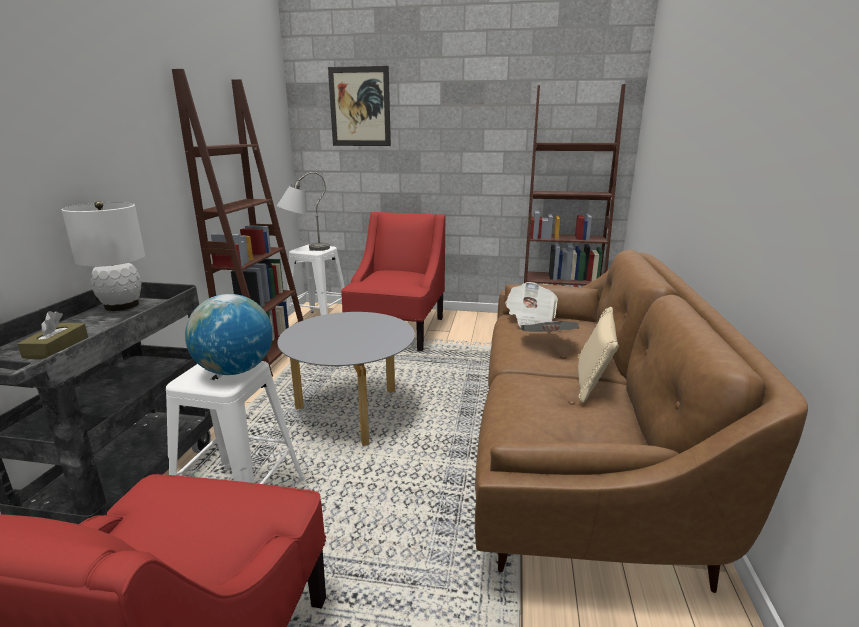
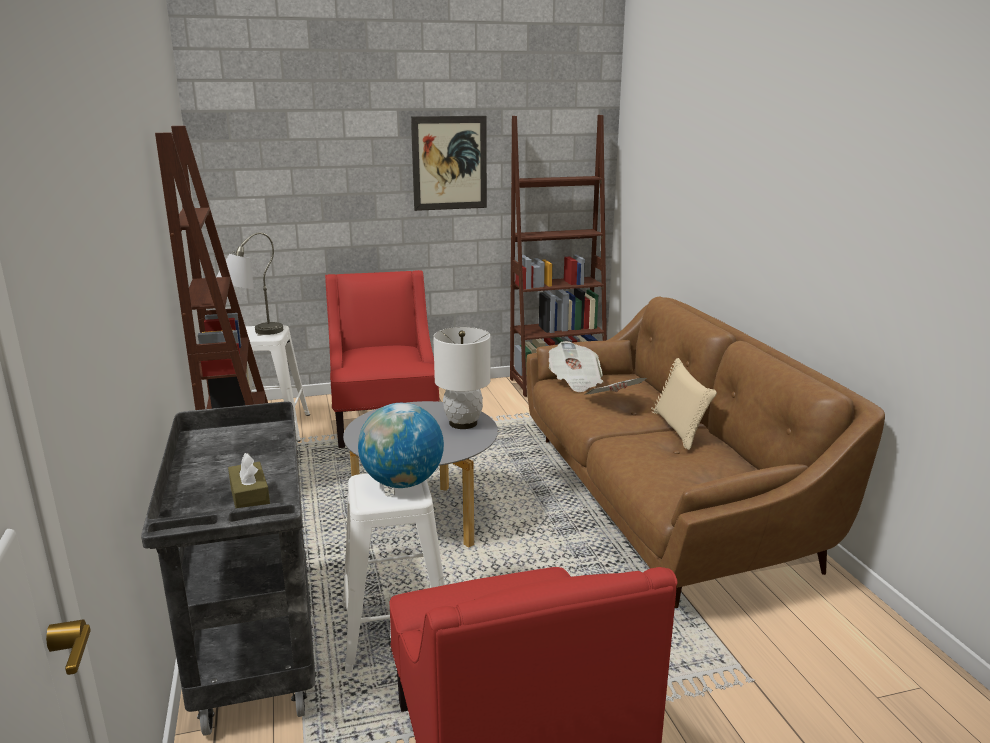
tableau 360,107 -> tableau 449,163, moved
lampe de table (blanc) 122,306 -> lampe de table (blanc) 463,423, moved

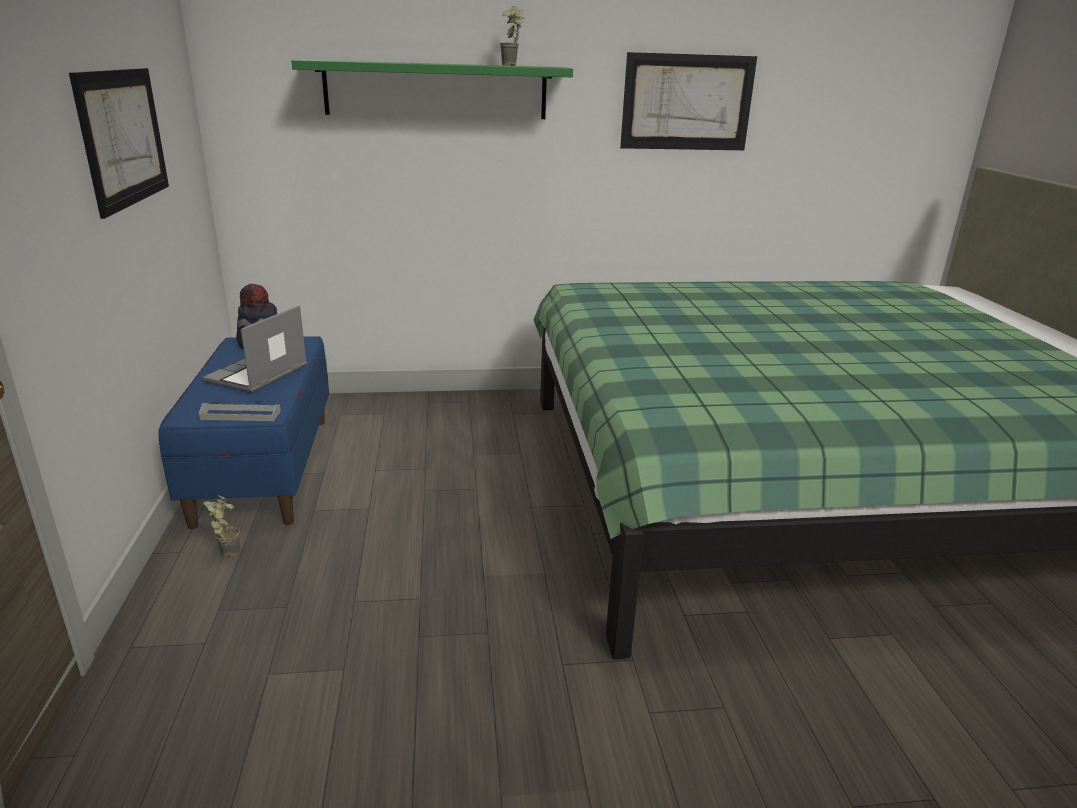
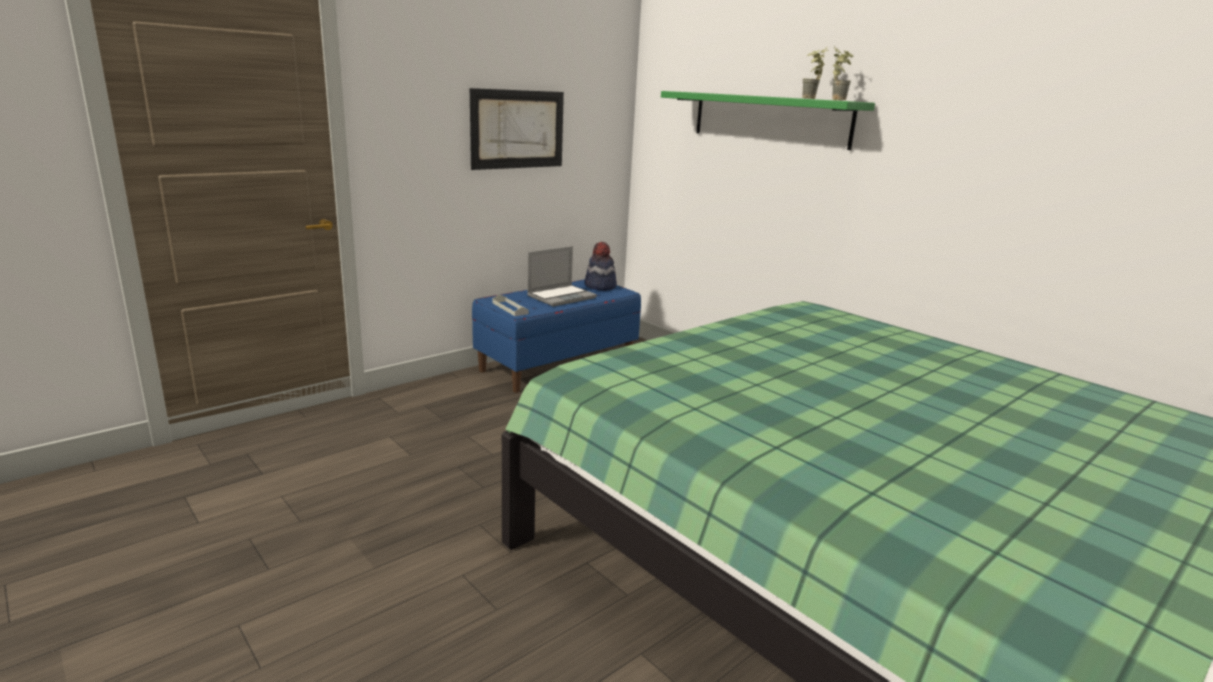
ordinateur portable 257,374 -> ordinateur portable 561,297, 150 degrees clockwise
plante en pot 227,551 -> plante en pot 837,100, moved
tableau 687,102 -> none

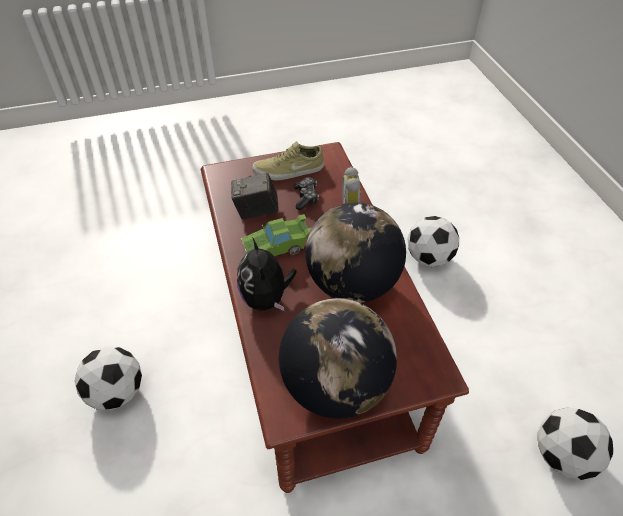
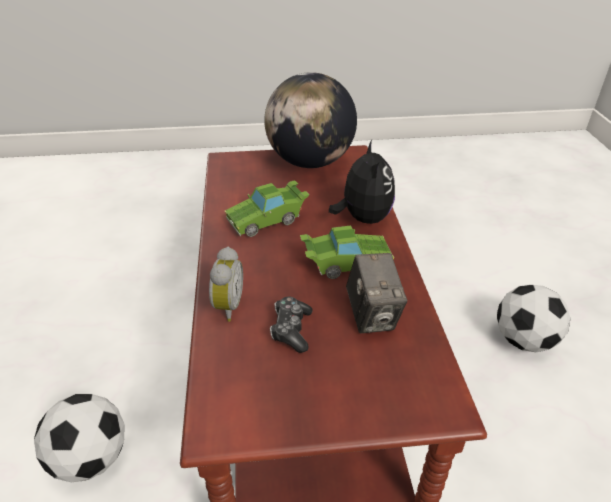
globe 352,284 -> petite voiture (vert) 268,220
appareil photo 256,212 -> appareil photo 372,315, 75 degrees clockwise
chaussure (beige) 288,171 -> none
ballon de foot 562,455 -> none

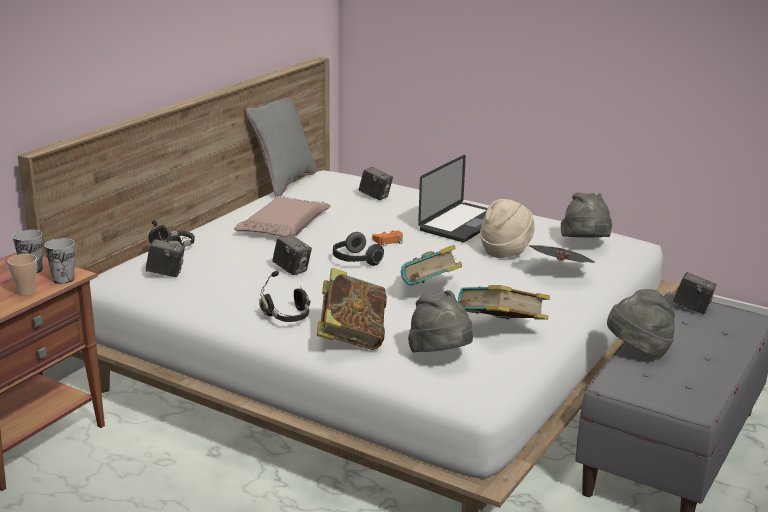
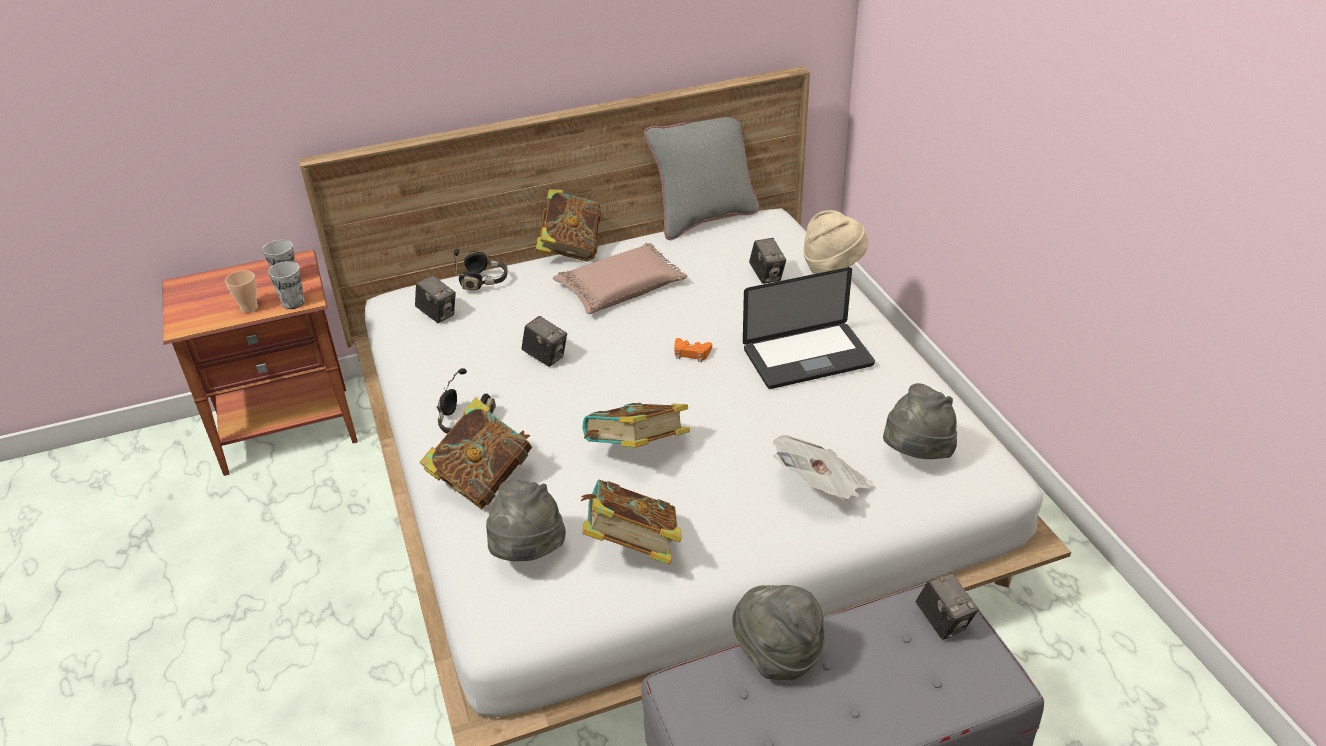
appareil photo 292,270 -> appareil photo 546,357, 45 degrees counterclockwise
none -> livre 570,249
chapeau (beige) 506,251 -> chapeau (beige) 832,267, moved
casque audio 355,261 -> none

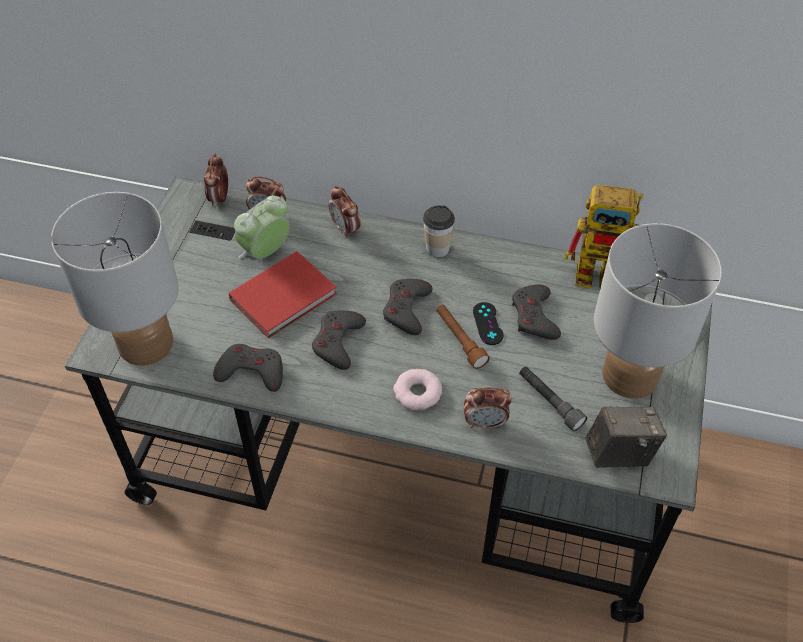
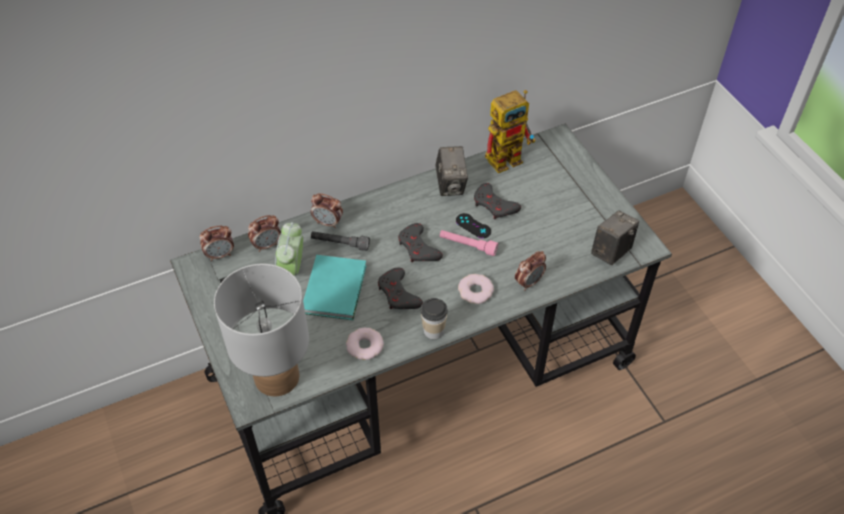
réveil 219,198 -> réveil 220,255, 75 degrees counterclockwise
livre (rouge) 286,296 -> livre (turquoise) 336,288
lampe de poche (gris) 549,402 -> lampe de poche (gris) 340,244, moved
manette (gris) 251,371 -> beignet 364,346
tasse 437,248 -> tasse 433,331, moved
none -> appareil photo 451,185
lampe de poche (marron) 460,340 -> lampe de poche (rose) 467,246
lampe de table (gris) 630,376 -> none

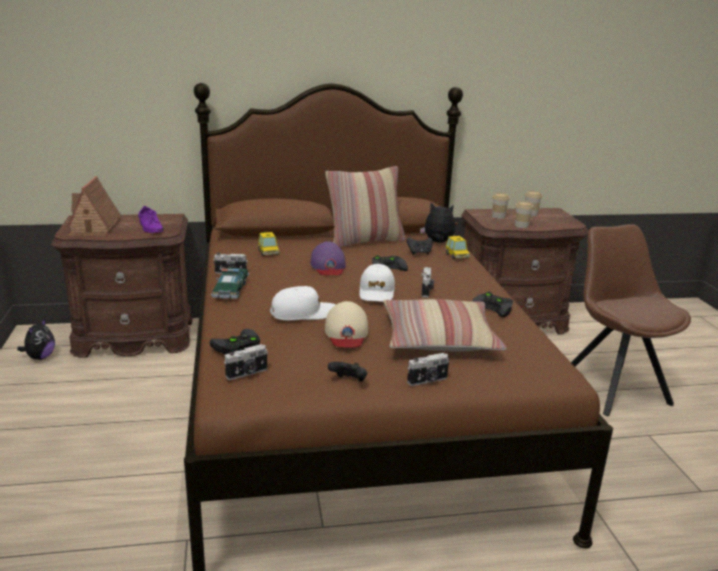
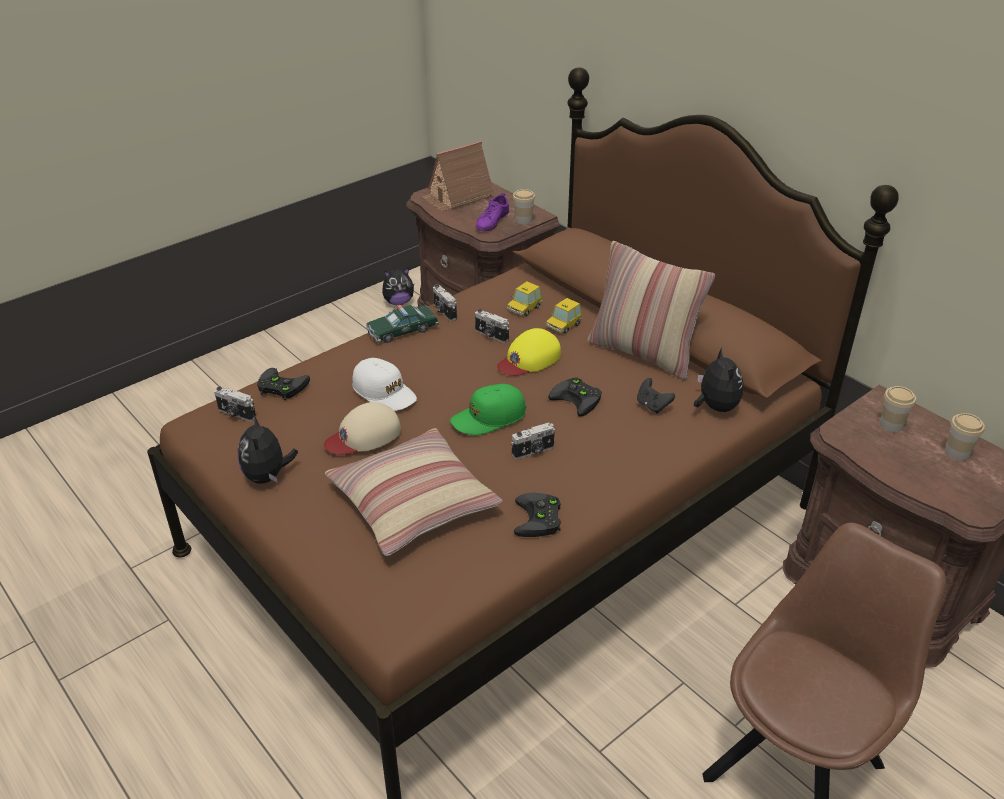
manette (noir) 348,381 -> peluche 268,476
casquette (blanc) 377,292 -> casquette (vert) 489,417
appareil photo 428,381 -> appareil photo 491,335, moved
casquette (violet) 328,266 -> casquette (jaune) 529,359
tasse 521,226 -> tasse 523,220, moved
petite voiture 457,256 -> petite voiture 563,325, moved

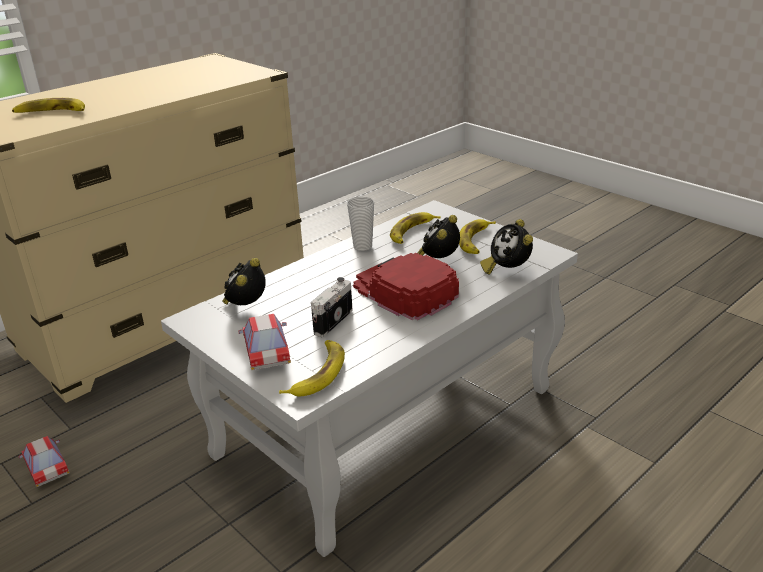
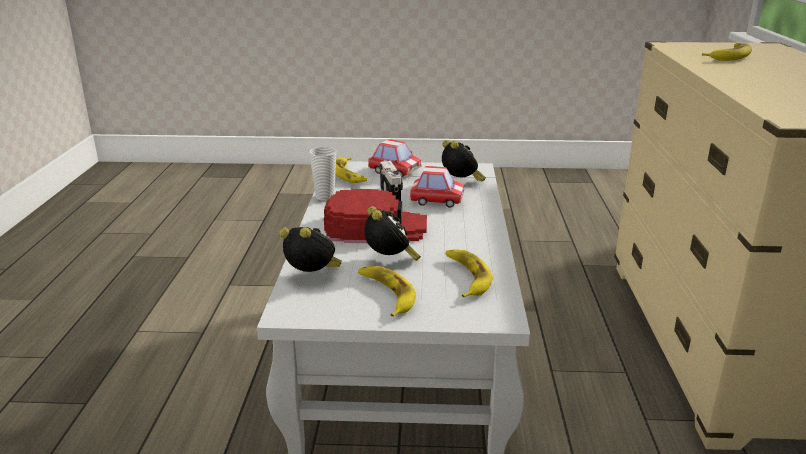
tasse 362,246 -> tasse 325,197, moved
petite voiture 47,469 -> petite voiture 437,200, moved

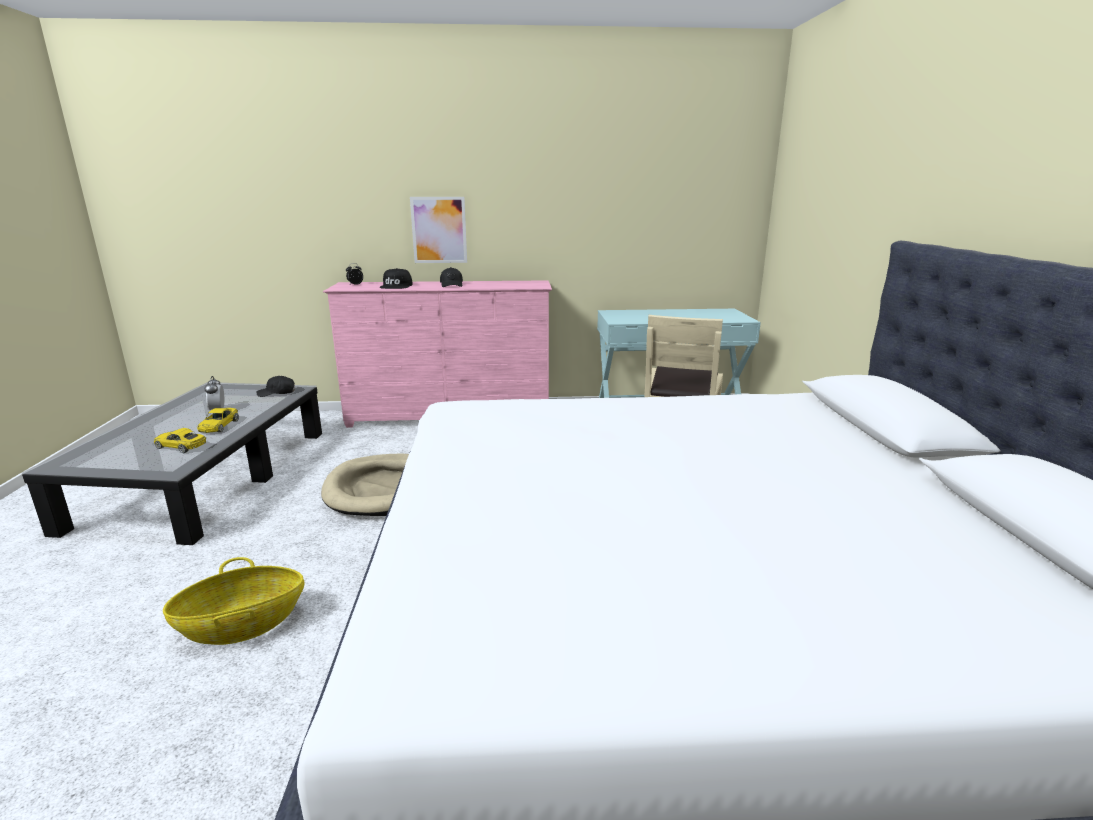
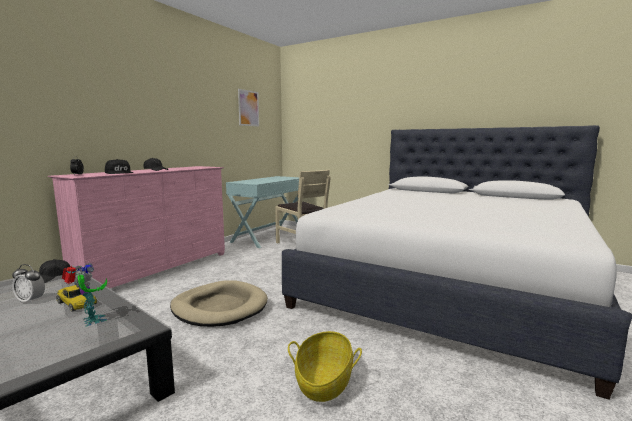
petite voiture (jaune) 181,446 -> robot jouet 91,321
tableau 439,230 -> tableau 248,108, moved

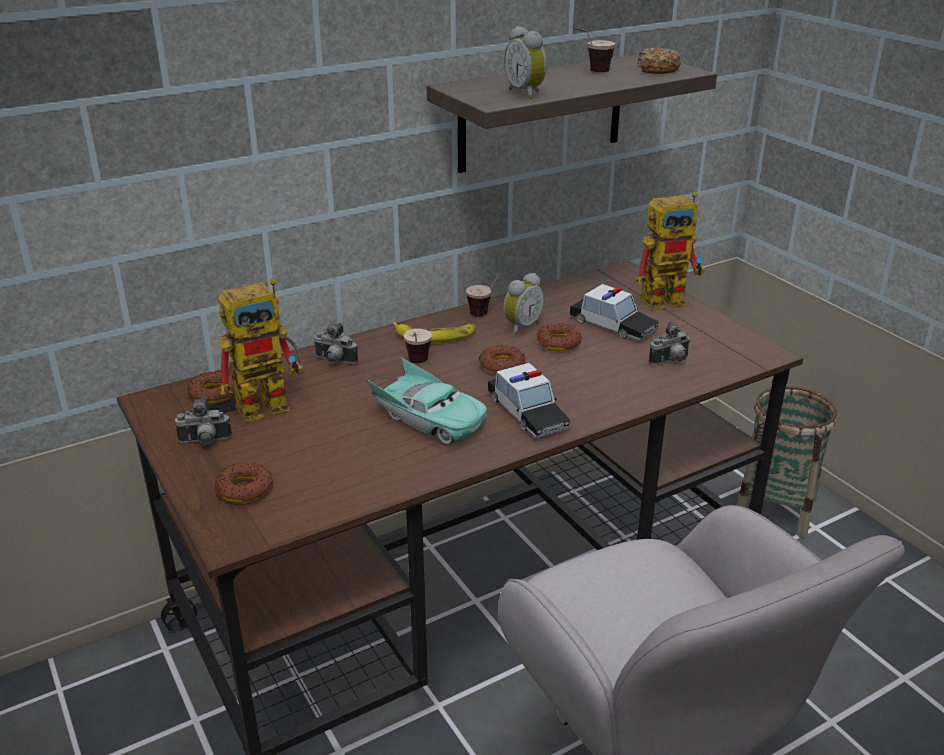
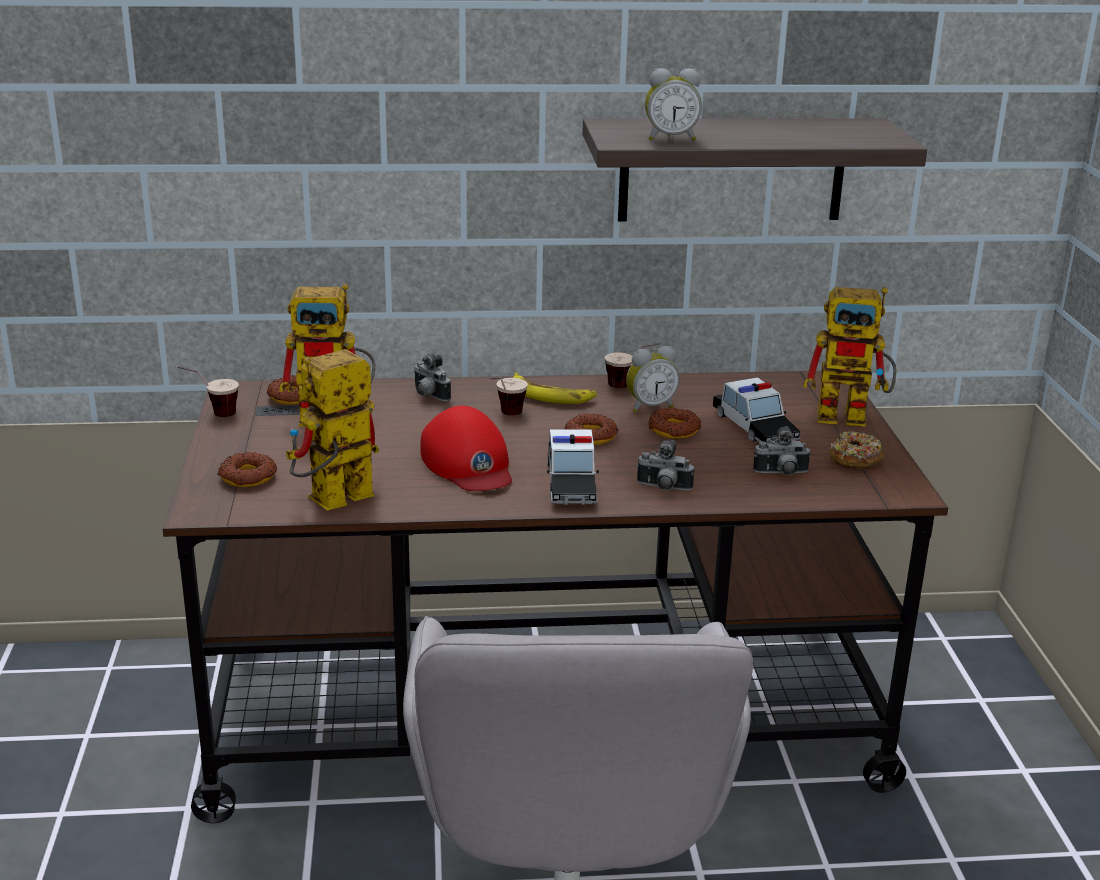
tasse 590,72 -> tasse 211,414, moved
none -> robot jouet 332,503
petite voiture (turquoise) 428,418 -> casquette (rouge) 468,463
appareil photo 204,442 -> appareil photo 663,488, moved
réveil 527,93 -> réveil 670,138, 90 degrees counterclockwise
beignet 657,69 -> beignet 854,459, moved
panier 775,509 -> none

